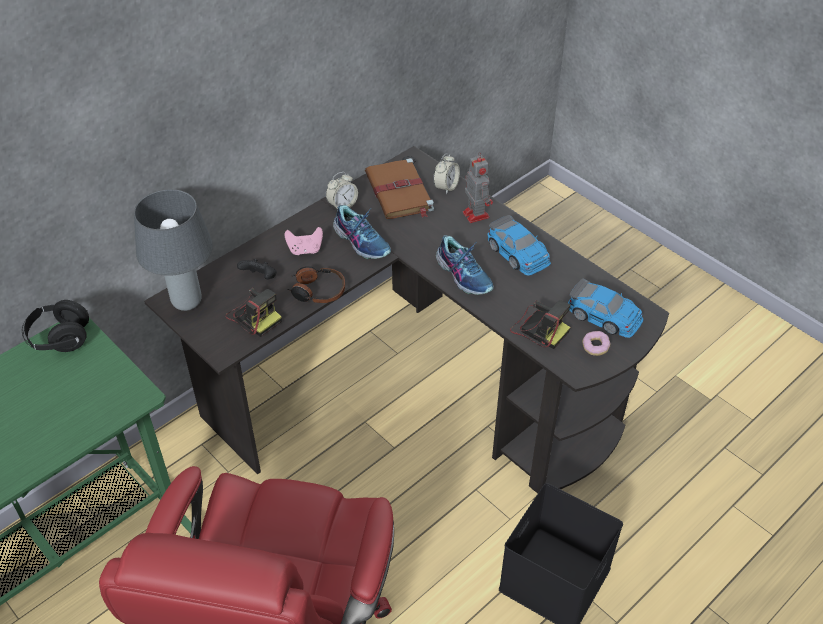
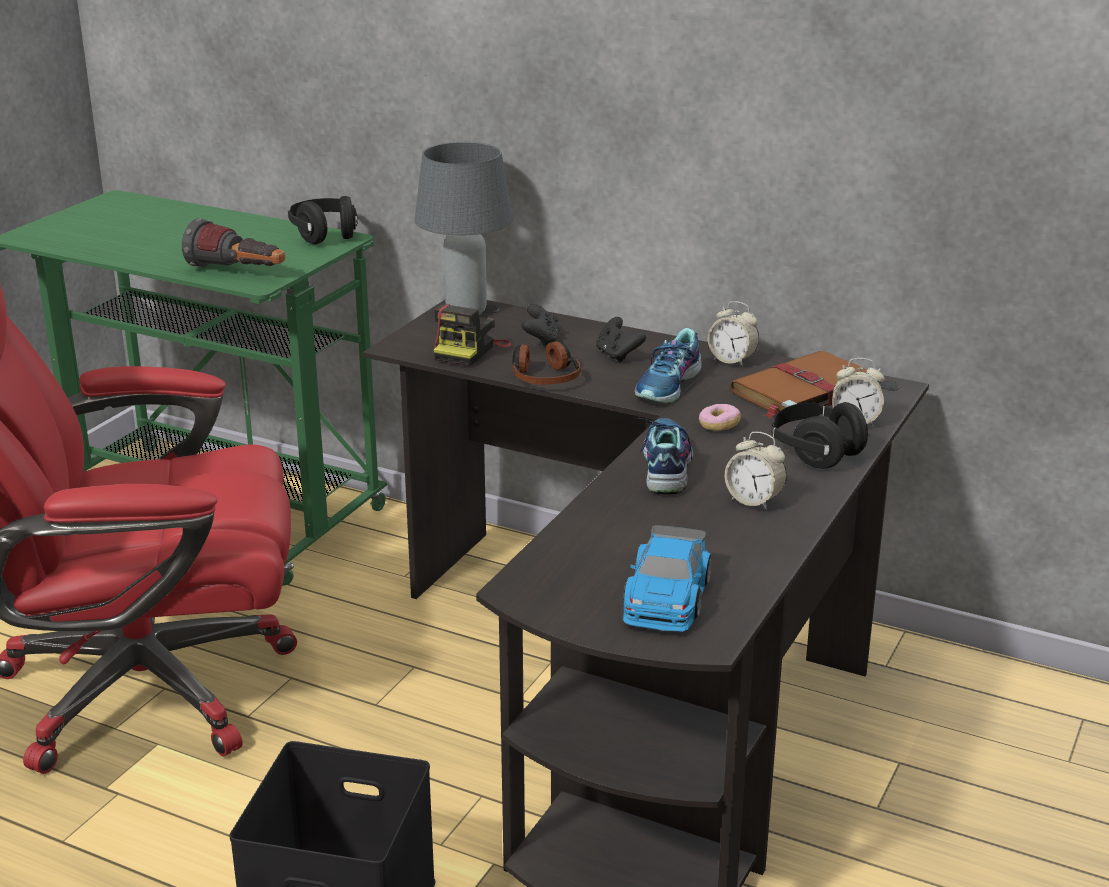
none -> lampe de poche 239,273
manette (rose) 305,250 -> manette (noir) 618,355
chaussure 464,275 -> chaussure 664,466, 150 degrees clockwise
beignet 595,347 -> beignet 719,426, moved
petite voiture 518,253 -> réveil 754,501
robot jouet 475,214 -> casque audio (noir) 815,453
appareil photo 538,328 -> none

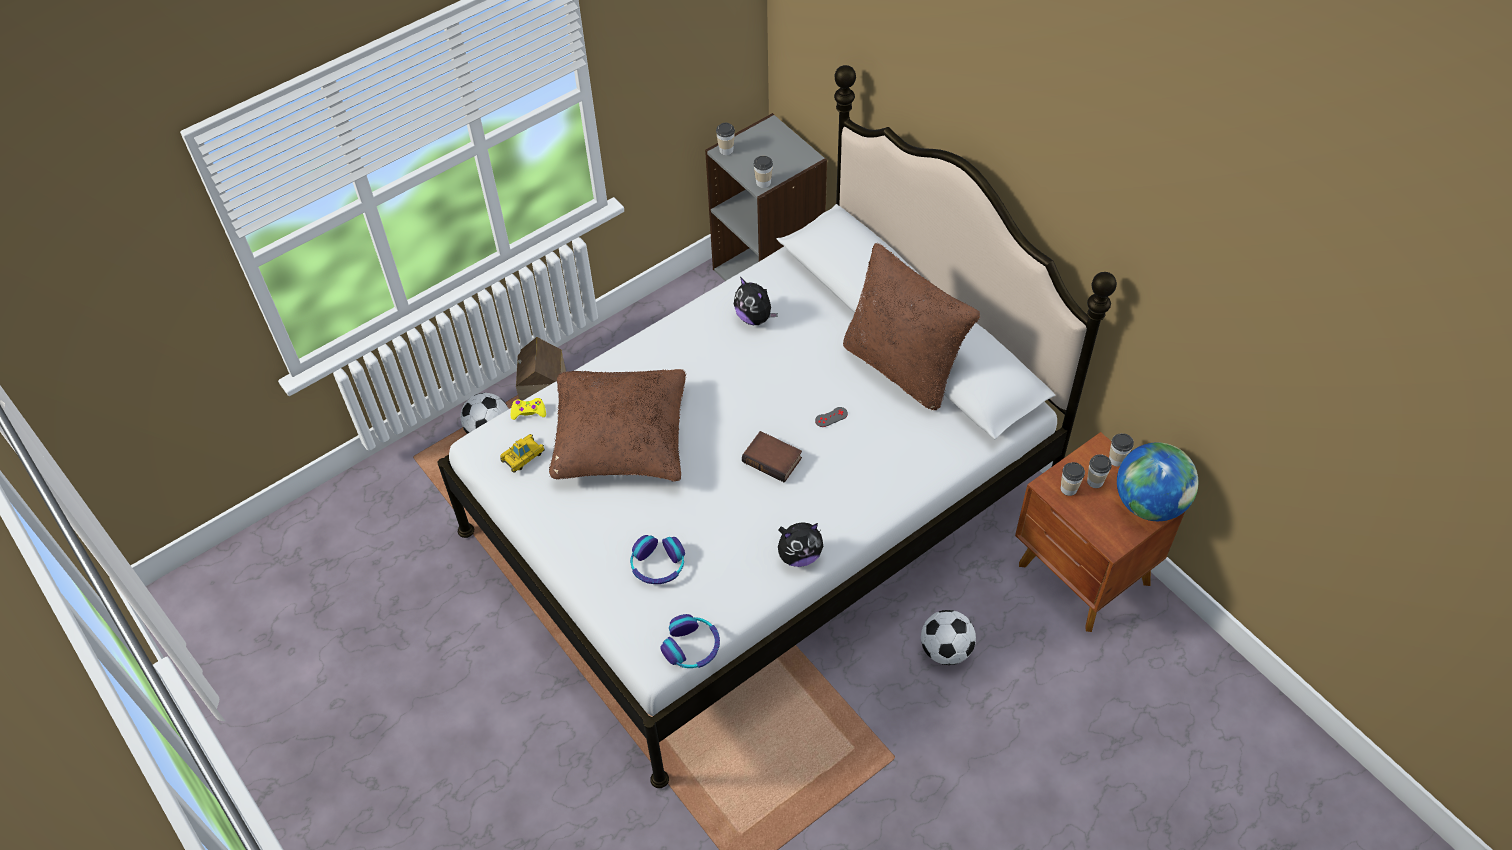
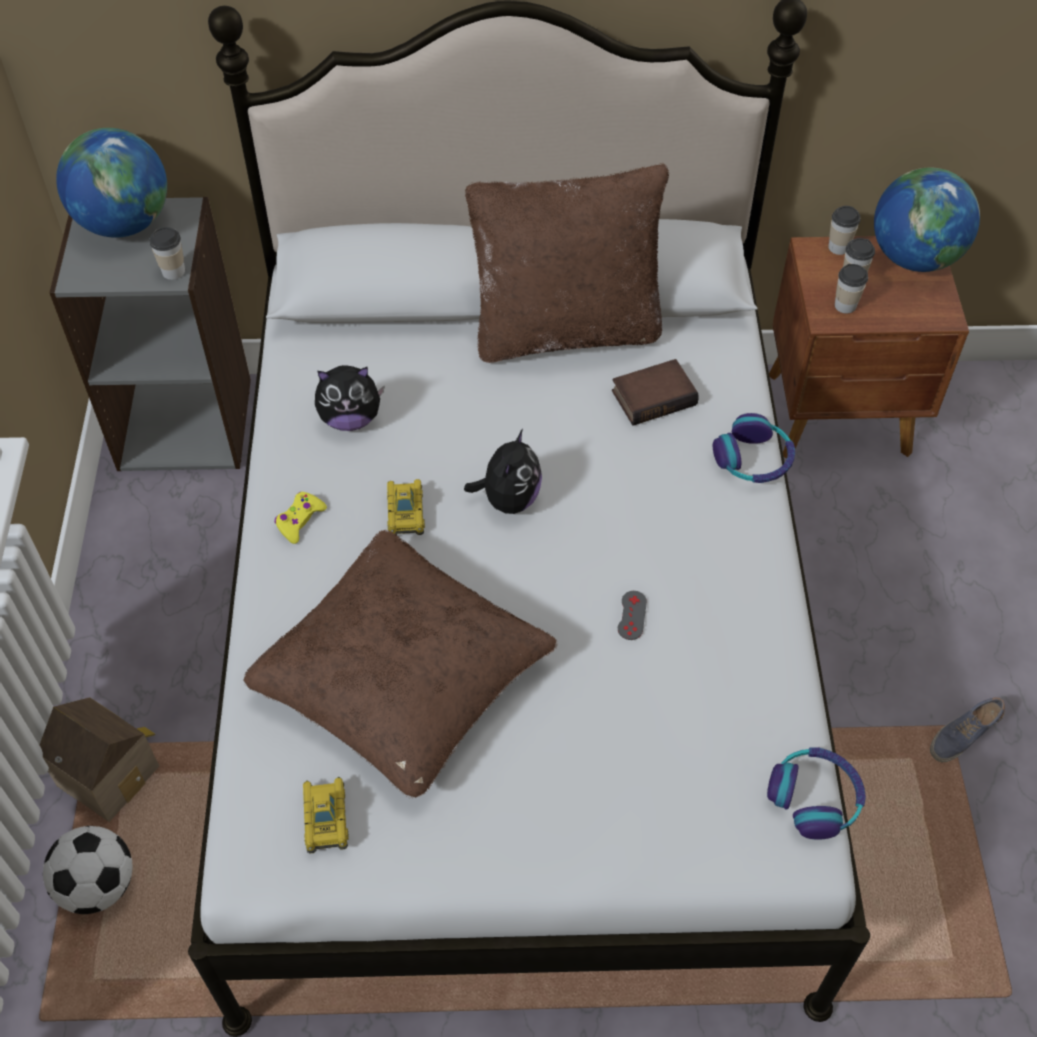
none -> globe 124,223
manette (jaune) 528,411 -> manette (jaune) 300,520, moved
none -> petite voiture 405,512
peluche 799,555 -> peluche 508,499, moved
livre 773,459 -> livre 654,396, moved
manette (gris) 831,417 -> manette (gris) 632,615, moved
casque audio 658,565 -> casque audio 753,459, moved
none -> chaussure 963,734
tasse 726,150 -> none
ballon de foot 945,649 -> none

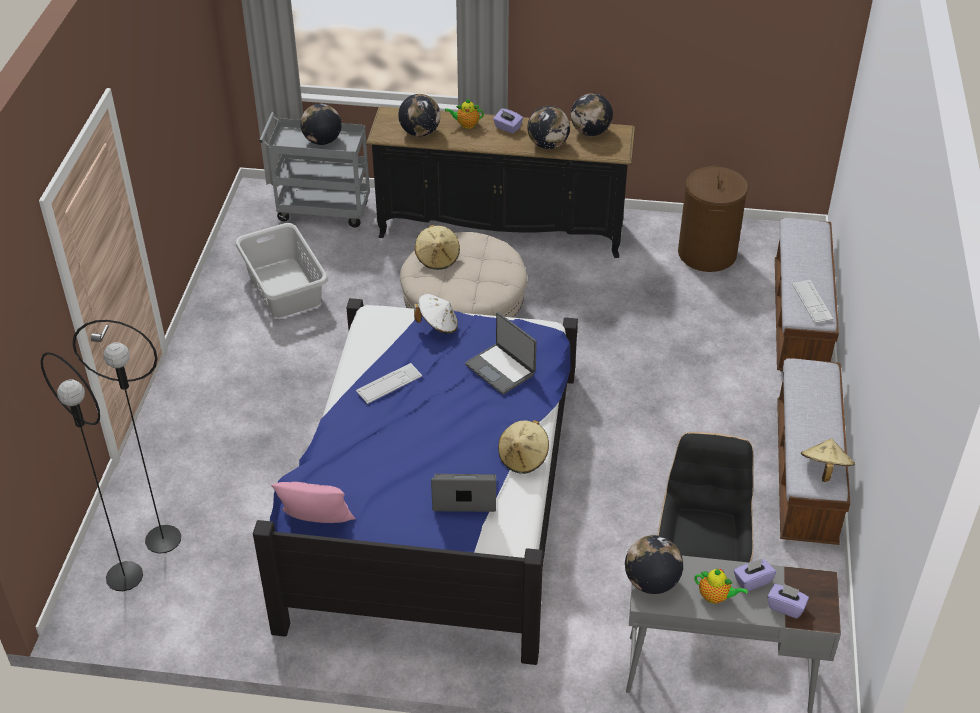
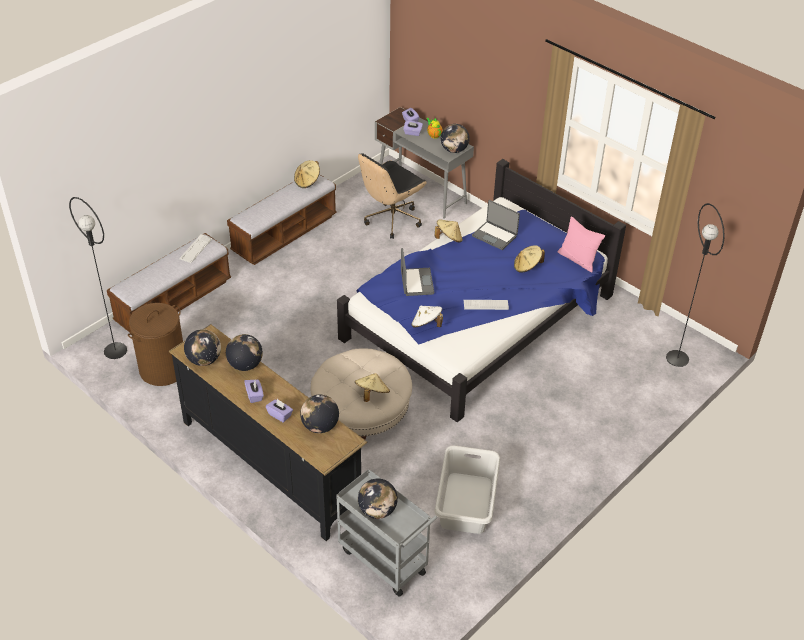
lampadaire (noir) 162,539 -> lampadaire (noir) 115,350, moved
théière 466,125 -> boîte à mouchoirs (violet) 280,415
none -> chapeau (beige) 527,266

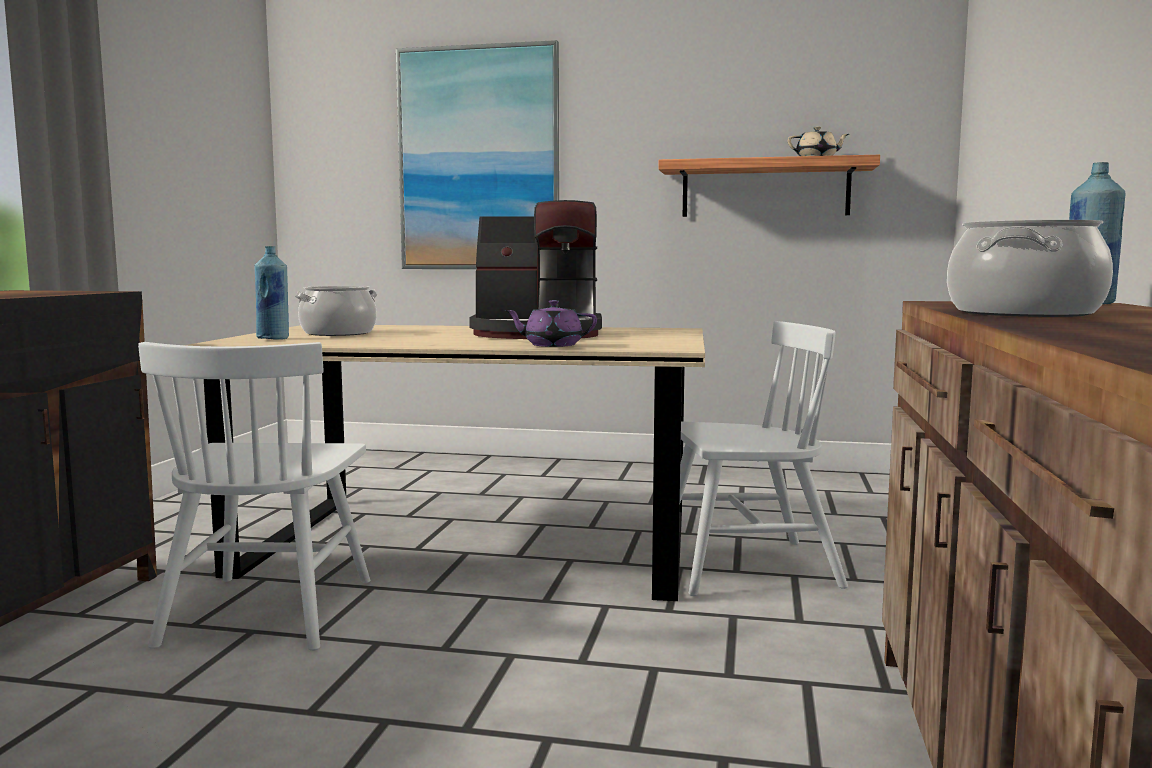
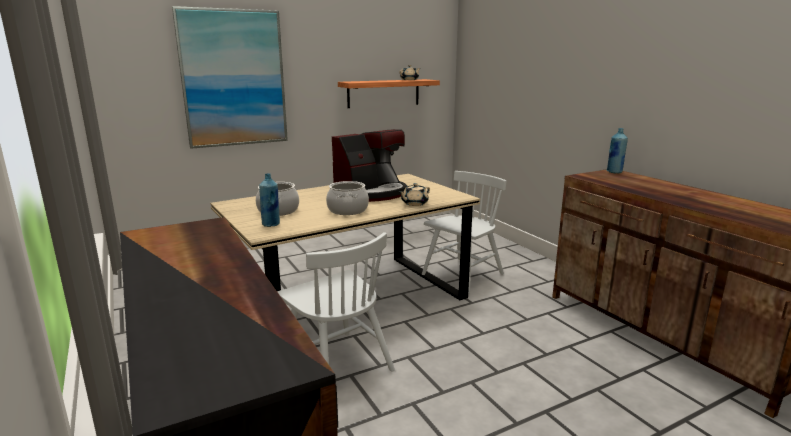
marmite 1022,313 -> marmite 347,210, moved
théière (violet) 552,345 -> théière (beige) 414,203

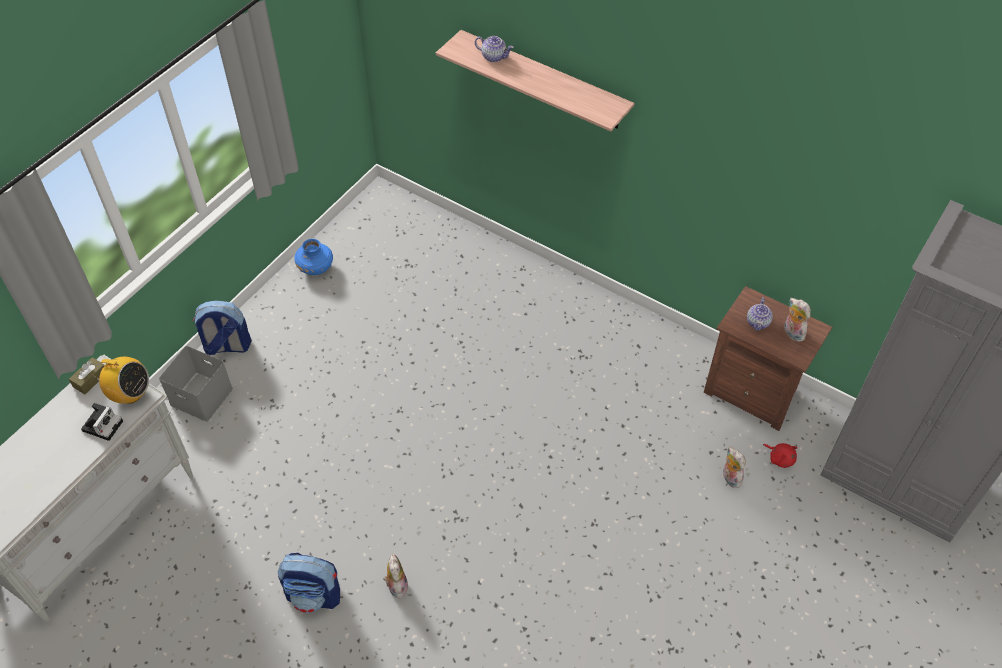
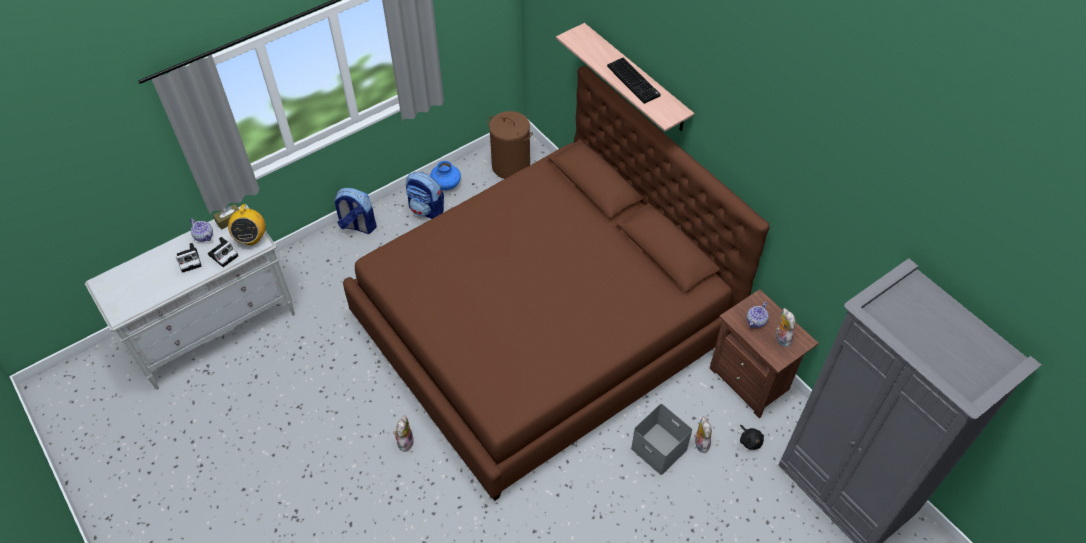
none -> appareil photo 190,260
théière 494,57 -> théière 204,236, moved
radio 130,394 -> radio 251,238, 45 degrees clockwise
none -> lit (marron) 543,326
sac à dos 314,595 -> sac à dos 427,210, moved
none -> panier à linge (marron) 511,166
none -> clavier 634,81
boîte de rangement (gris) 200,397 -> boîte de rangement (gris) 657,448, moved
peluche (rouge) 780,458 -> peluche (noir) 750,441

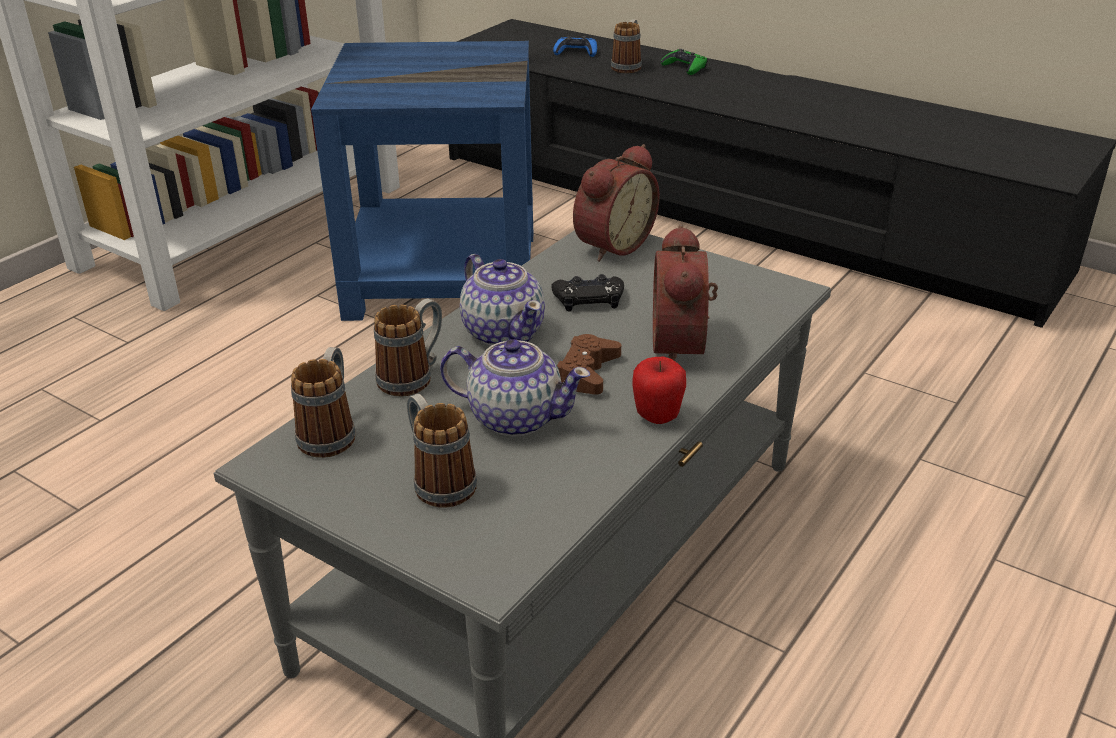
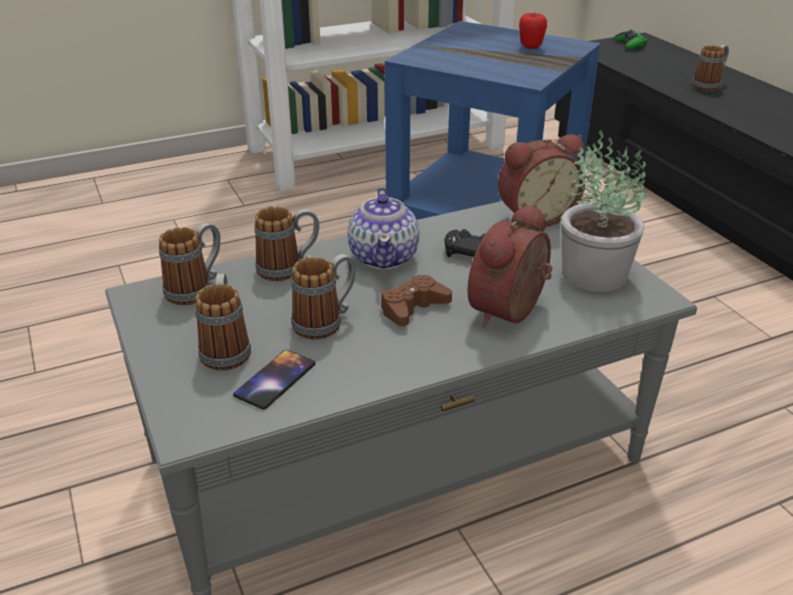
none -> téléphone 275,379
théière 515,417 -> mug 326,322
pomme 657,417 -> pomme 531,47, moved
none -> plante en pot 592,274
manette (vert) 684,67 -> manette (vert) 629,44, moved
manette (bleu) 576,52 -> none

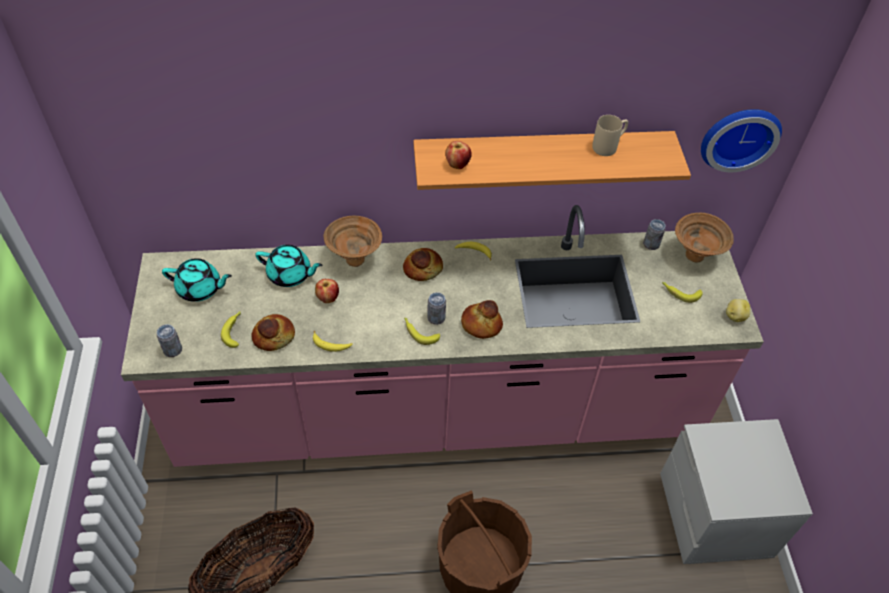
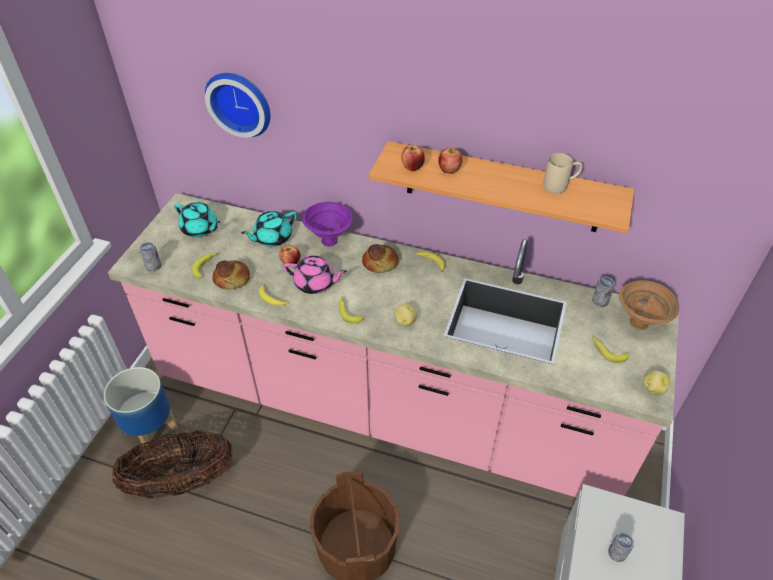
none -> cache-pot 152,430
horloge murale 738,136 -> horloge murale 240,102, moved
théière (turquoise) 290,275 -> théière (turquoise) 272,238, 105 degrees clockwise
none -> théière (rose) 315,284
bol (marron) 353,259 -> bol (violet) 328,240
pain 481,324 -> pomme de terre 404,321
none -> pomme 449,170
boîte métallique 436,318 -> boîte métallique 617,553, moved

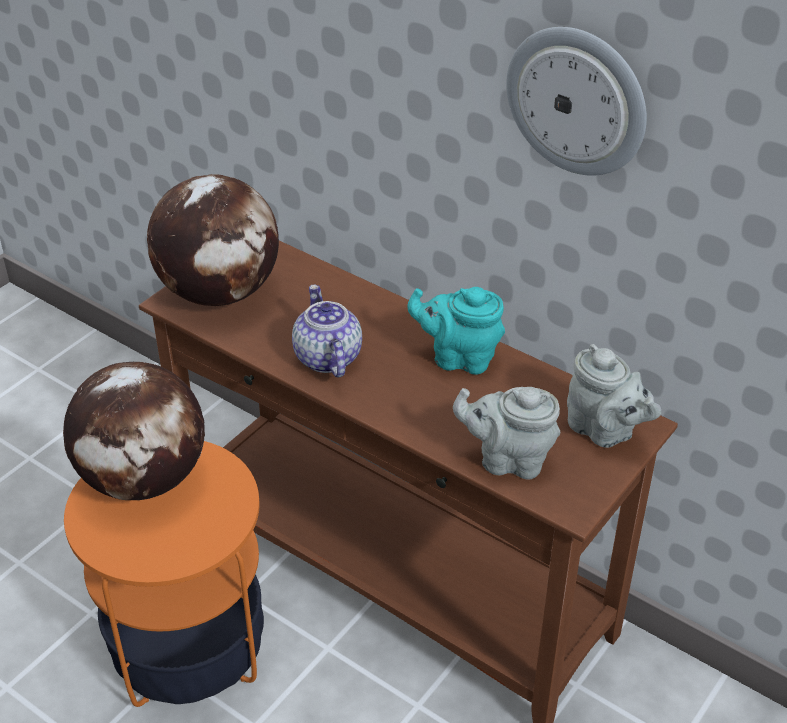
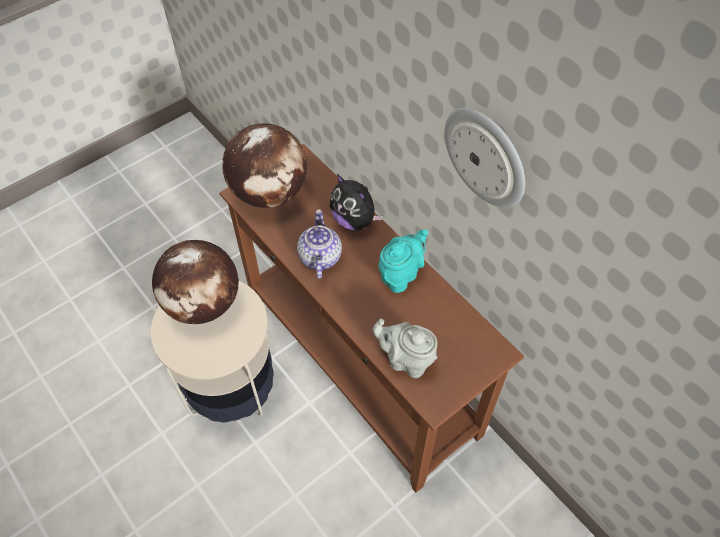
table d'appoint (orange) 188,652 -> table d'appoint (beige) 231,386
none -> peluche 354,220
théière (turquoise) 459,357 -> théière (turquoise) 401,274, 105 degrees clockwise
théière (gris) 604,431 -> none

